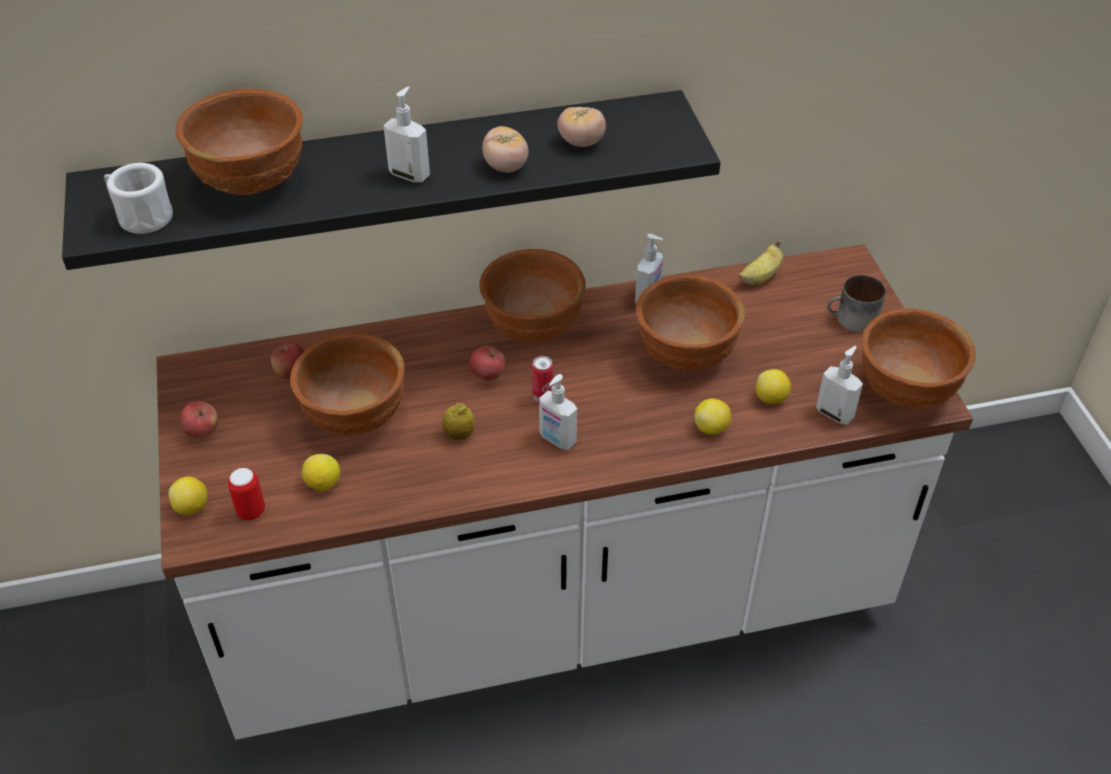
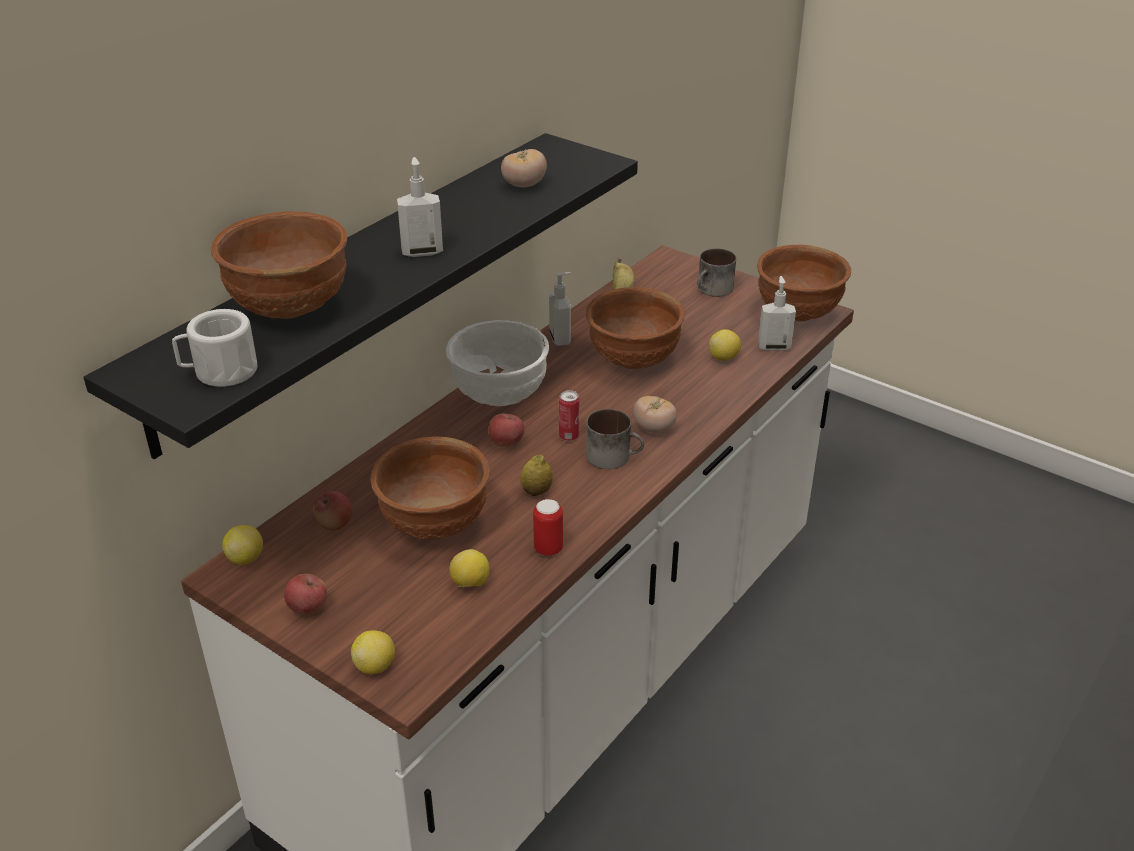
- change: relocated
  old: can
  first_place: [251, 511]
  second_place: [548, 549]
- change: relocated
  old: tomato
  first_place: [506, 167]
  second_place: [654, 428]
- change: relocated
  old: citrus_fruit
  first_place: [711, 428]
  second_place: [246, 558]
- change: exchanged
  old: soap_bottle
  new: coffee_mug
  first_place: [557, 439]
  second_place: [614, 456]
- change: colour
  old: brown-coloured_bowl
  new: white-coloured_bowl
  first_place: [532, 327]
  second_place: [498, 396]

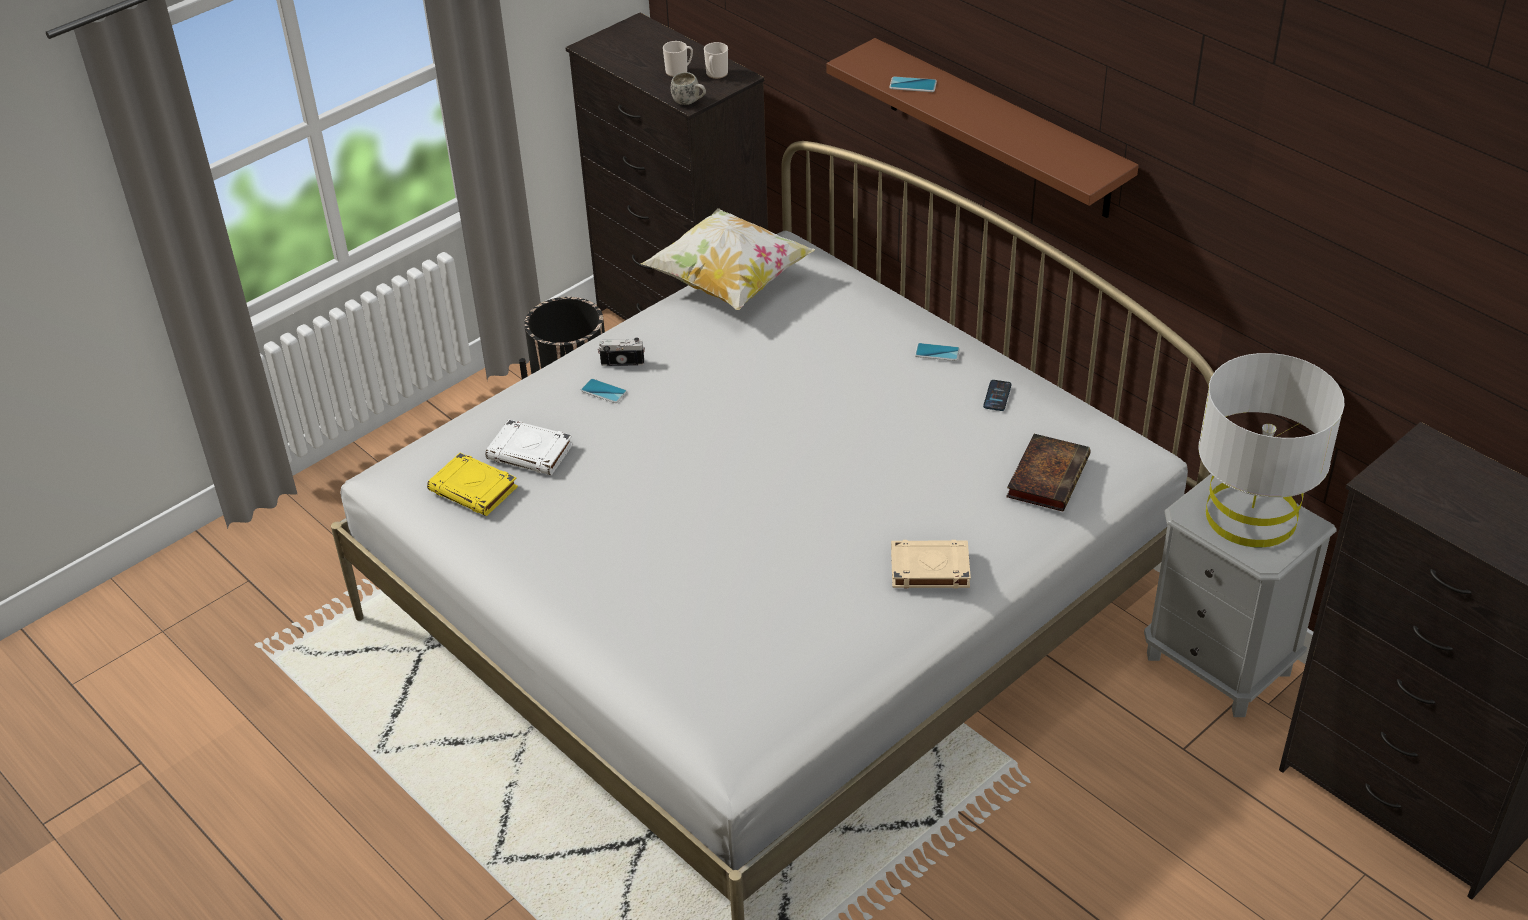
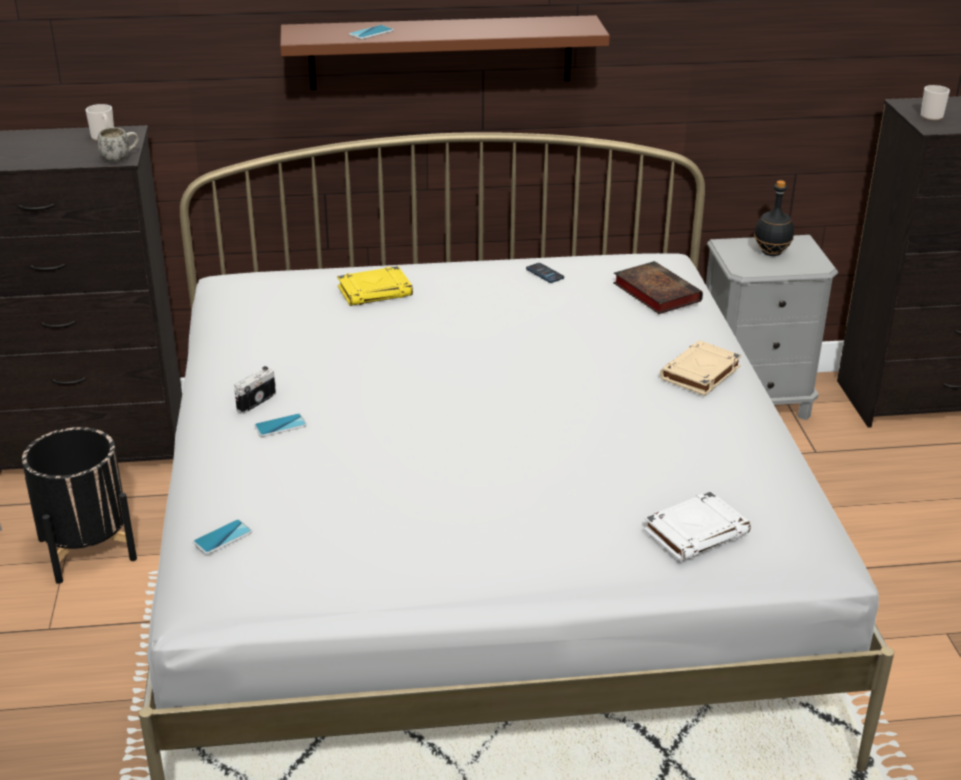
- change: missing
  old: pillow
  first_place: [729, 283]
- change: relocated
  old: yellow_book
  first_place: [474, 489]
  second_place: [375, 291]
- change: relocated
  old: white-coloured_book
  first_place: [531, 452]
  second_place: [696, 532]
- change: relocated
  old: coffee_mug
  first_place: [679, 71]
  second_place: [932, 115]
- change: relocated
  old: phone
  first_place: [937, 352]
  second_place: [222, 537]
- change: exchanged
  old: greyish_lamp_for_a_table
  new: blackish_bottle
  first_place: [1251, 516]
  second_place: [772, 253]

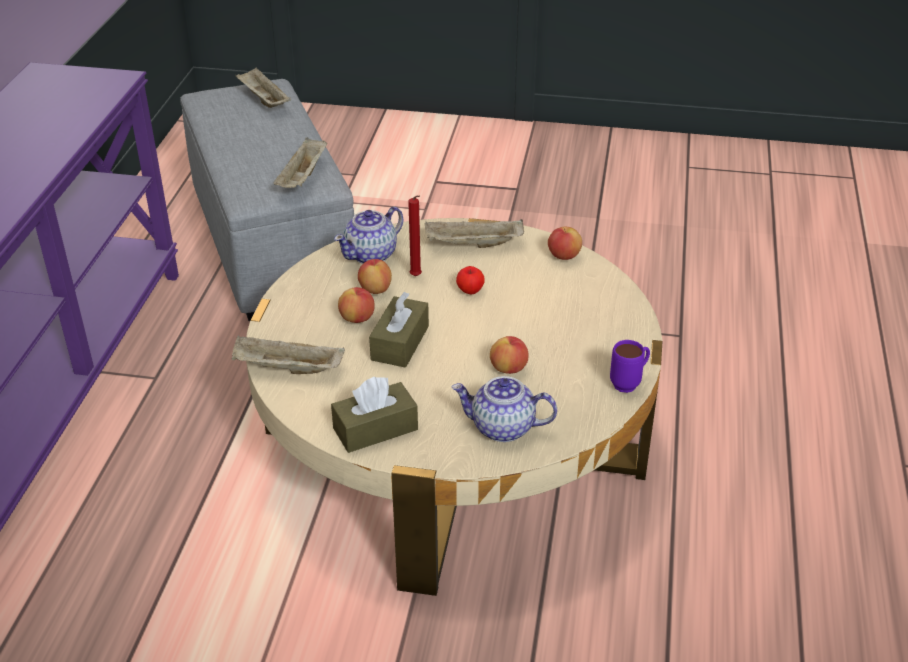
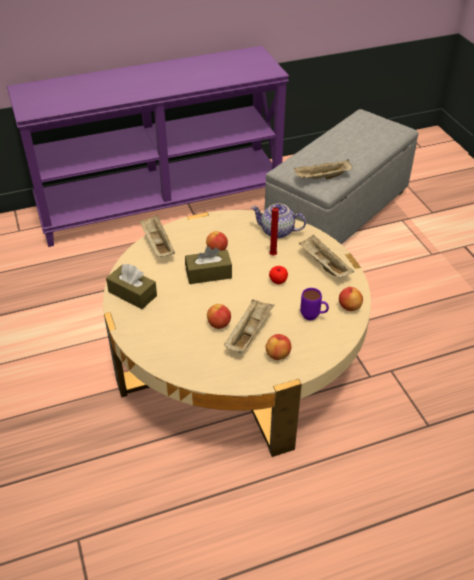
- change: missing
  old: teapot
  first_place: [502, 428]
- change: relocated
  old: beige-coloured_tray
  first_place: [263, 100]
  second_place: [249, 333]
- change: relocated
  old: whole_apple
  first_place: [375, 289]
  second_place: [278, 355]
- change: relocated
  old: purple_coffee_mug
  first_place: [629, 383]
  second_place: [313, 317]

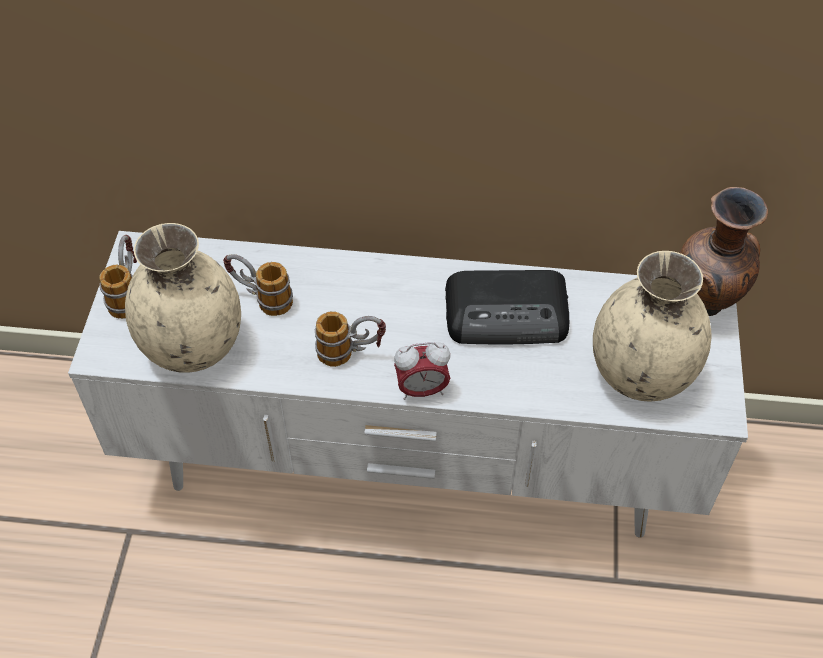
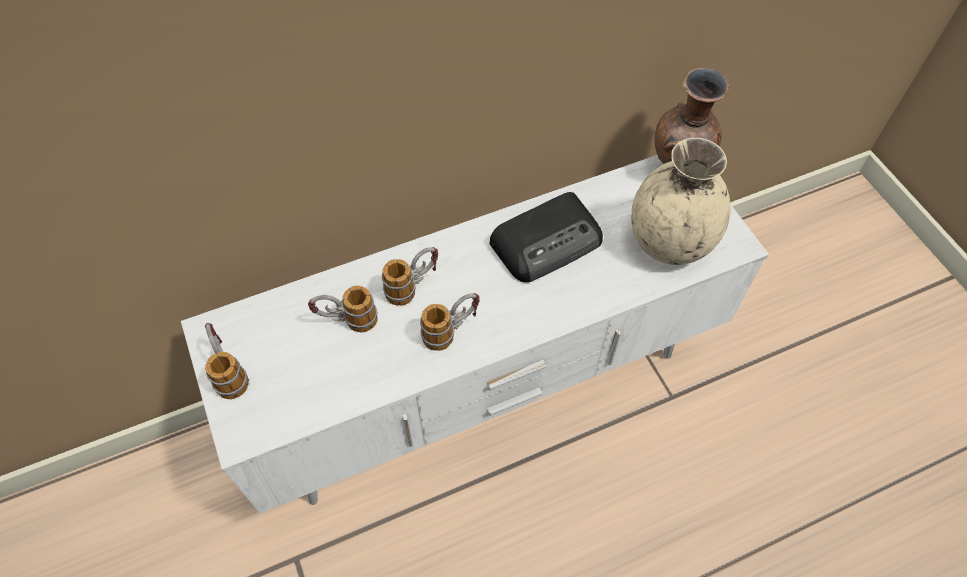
- change: missing
  old: beige-coloured_vase
  first_place: [192, 346]
- change: missing
  old: bedside_clock
  first_place: [422, 390]
- change: appeared
  new: coffee_mug
  second_place: [413, 286]

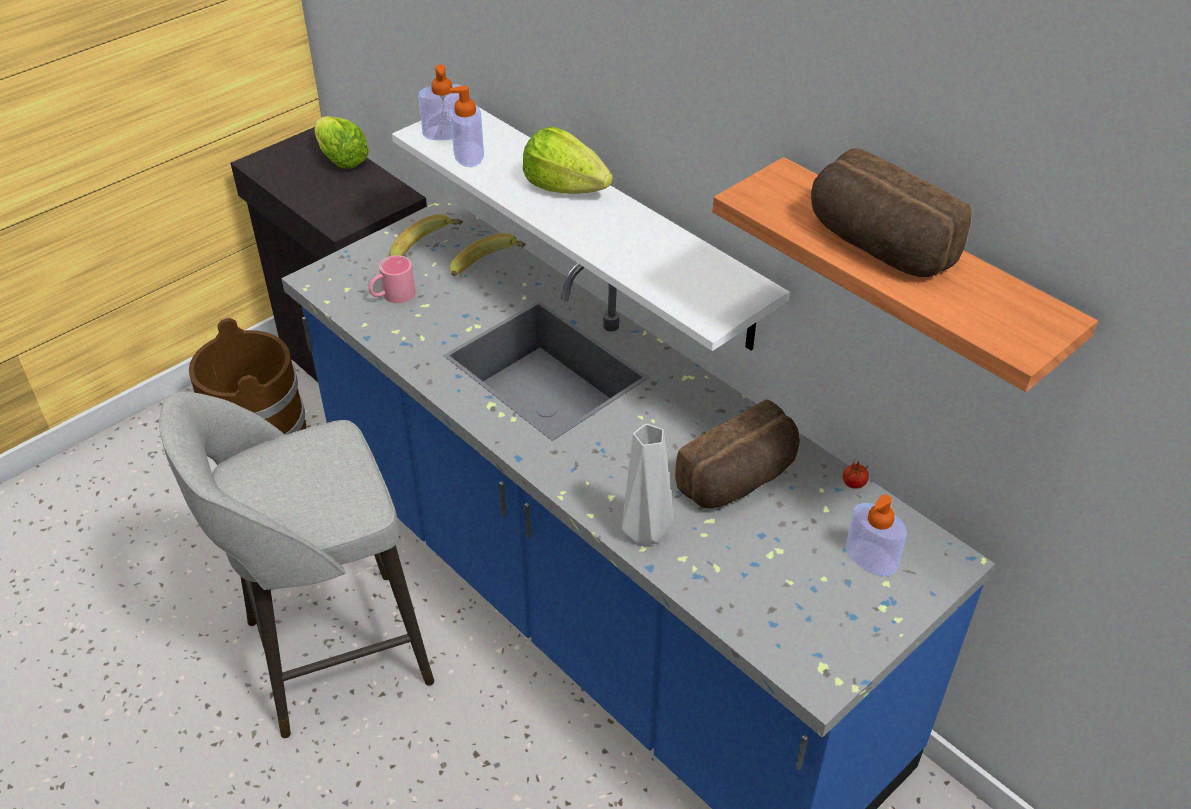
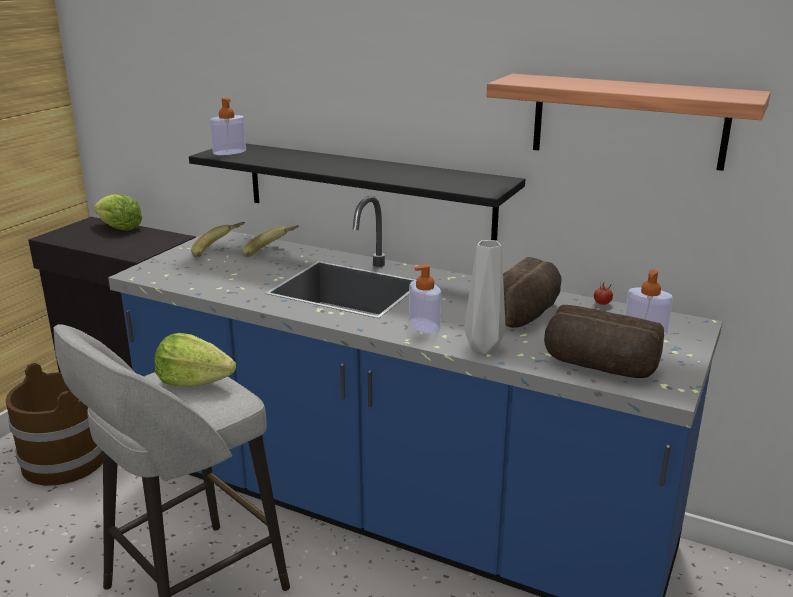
- change: missing
  old: pink_coffee_mug
  first_place: [392, 296]
- change: relocated
  old: soap_bottle
  first_place: [469, 155]
  second_place: [424, 325]
- change: relocated
  old: head_of_lettuce
  first_place: [565, 187]
  second_place: [194, 382]
- change: relocated
  old: baked_bread
  first_place: [877, 246]
  second_place: [599, 366]
- change: colour
  old: white-coloured_bracket_shelf
  new: blackish_bracket_shelf
  first_place: [612, 223]
  second_place: [367, 189]

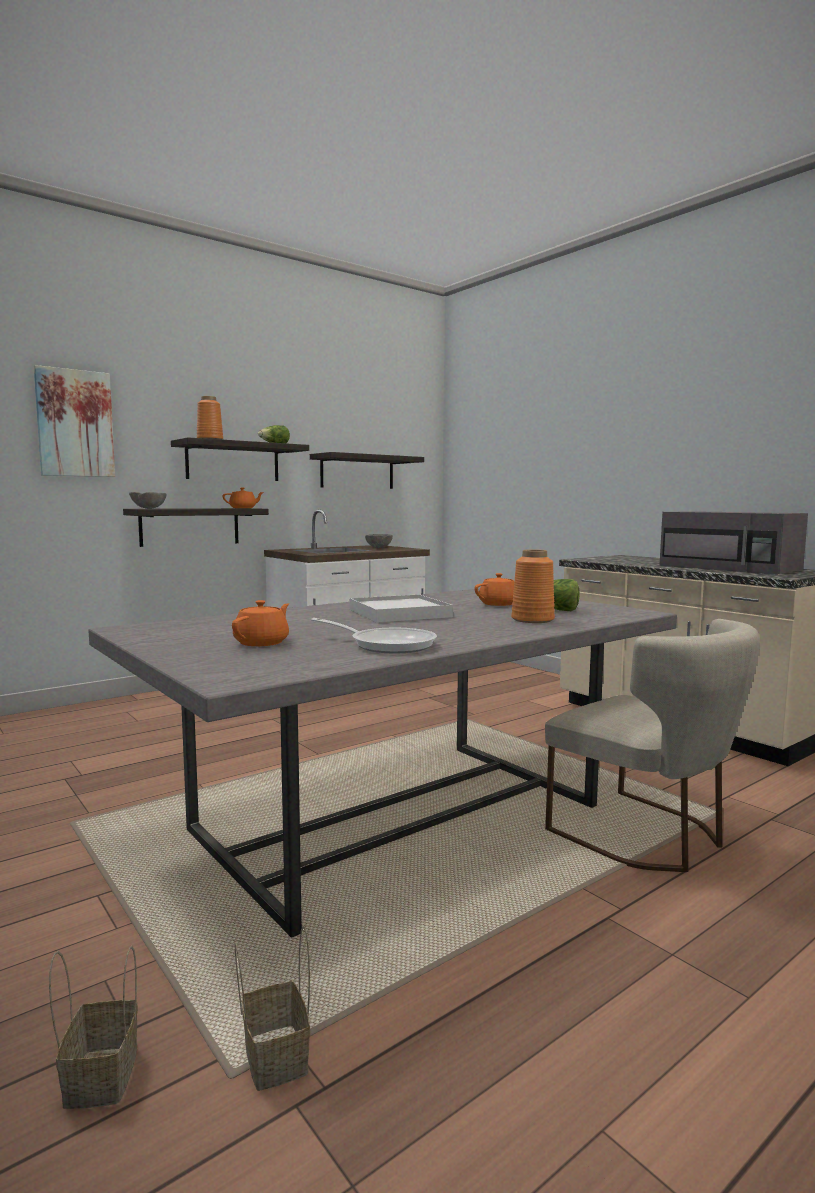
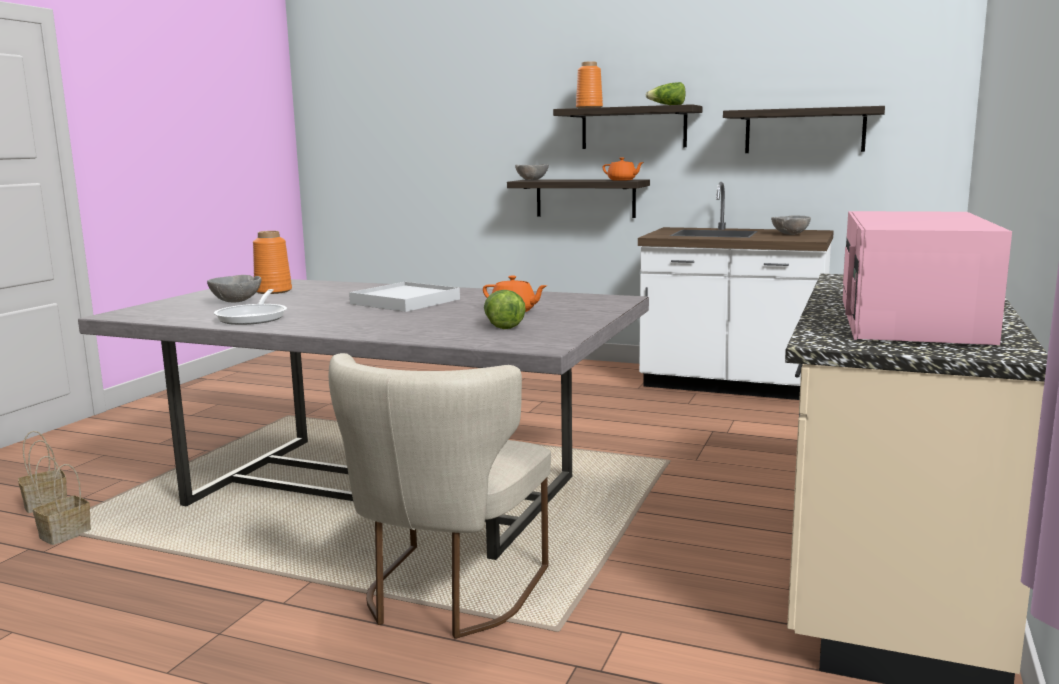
- change: missing
  old: wall_art
  first_place: [75, 423]
- change: relocated
  old: orange-coloured_vase
  first_place: [533, 620]
  second_place: [272, 291]
- change: exchanged
  old: orange-coloured_teapot
  new: greyish_bowl
  first_place: [262, 643]
  second_place: [237, 301]
- change: colour
  old: greyish_microwave
  new: pink_microwave
  first_place: [731, 568]
  second_place: [912, 320]

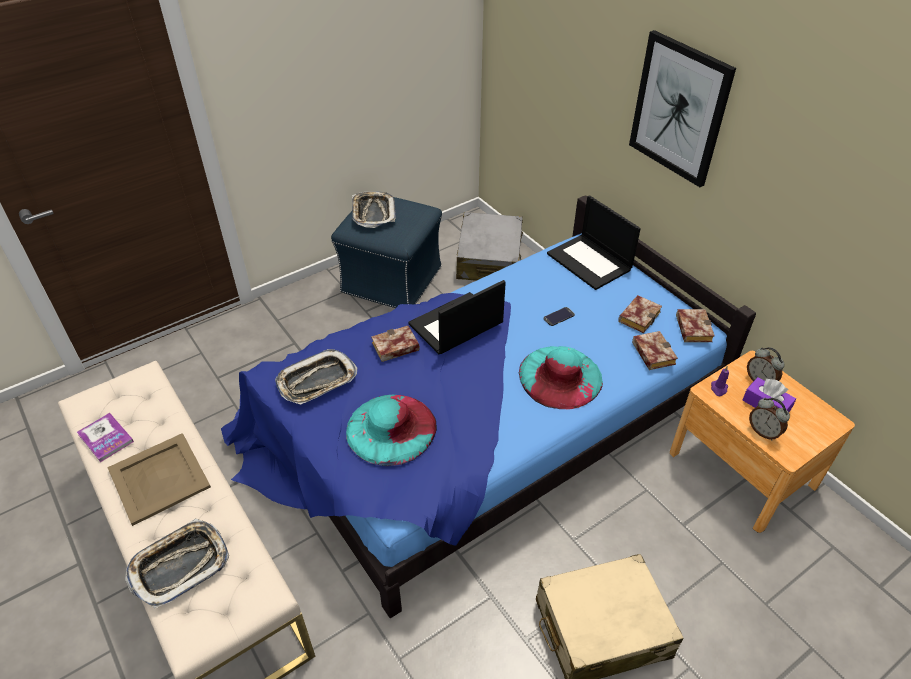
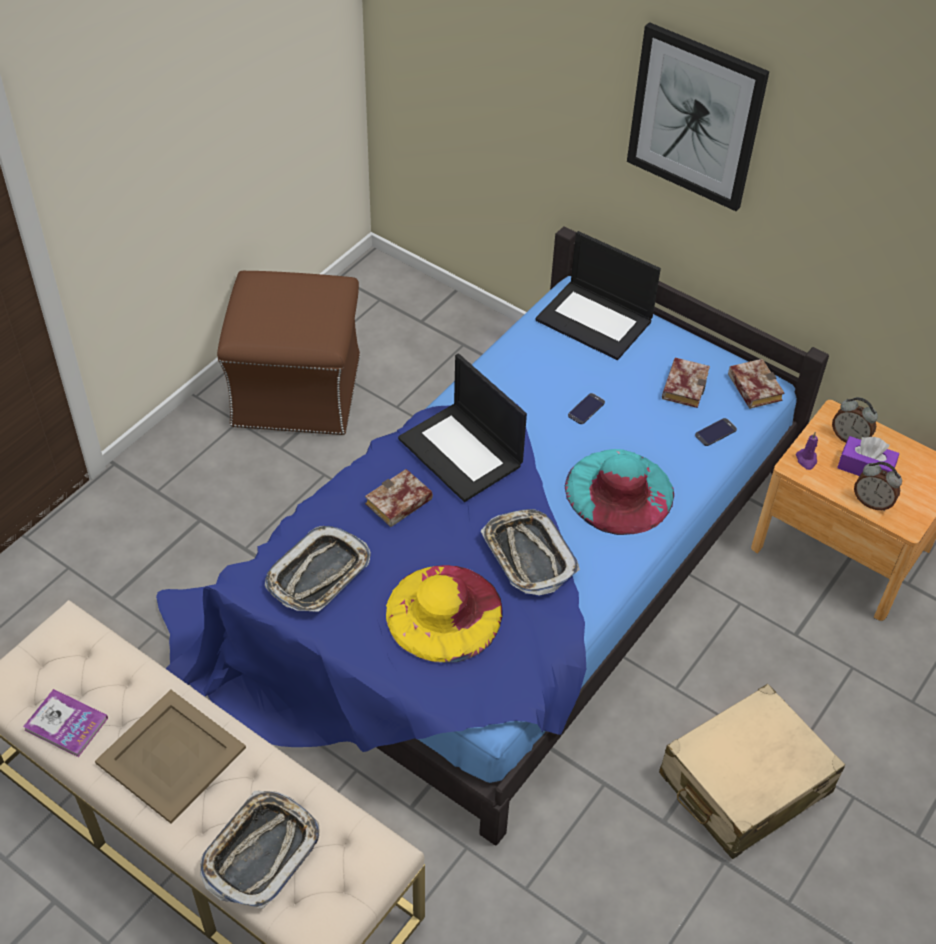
- change: missing
  old: greyish_travel_case
  first_place: [489, 259]
- change: relocated
  old: tray
  first_place: [373, 212]
  second_place: [528, 556]
- change: exchanged
  old: book
  new: phone
  first_place: [651, 353]
  second_place: [715, 432]
- change: colour
  old: blue-coloured_footrest
  new: brown-coloured_footrest
  first_place: [392, 280]
  second_place: [298, 391]
- change: colour
  old: turquoise_hat
  new: yellow_hat
  first_place: [391, 428]
  second_place: [444, 612]
- change: spun
  old: laptop
  first_place: [455, 325]
  second_place: [462, 452]
  degrees: -75

